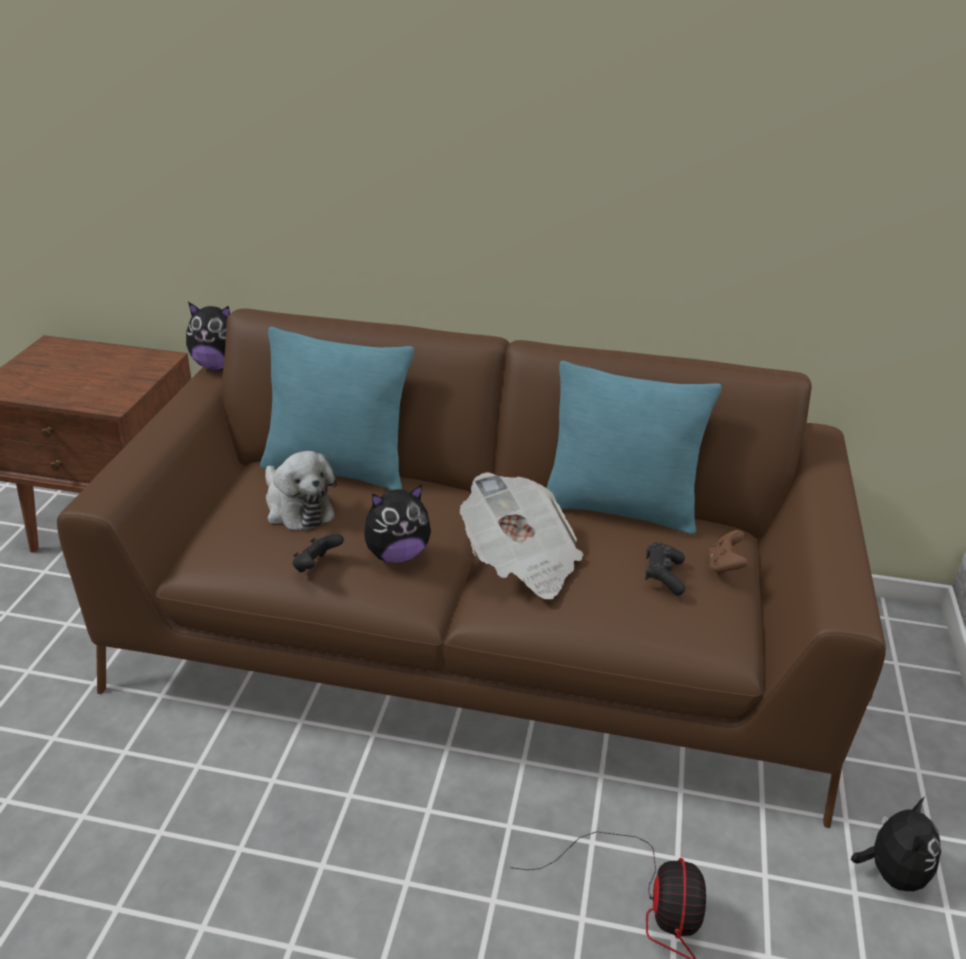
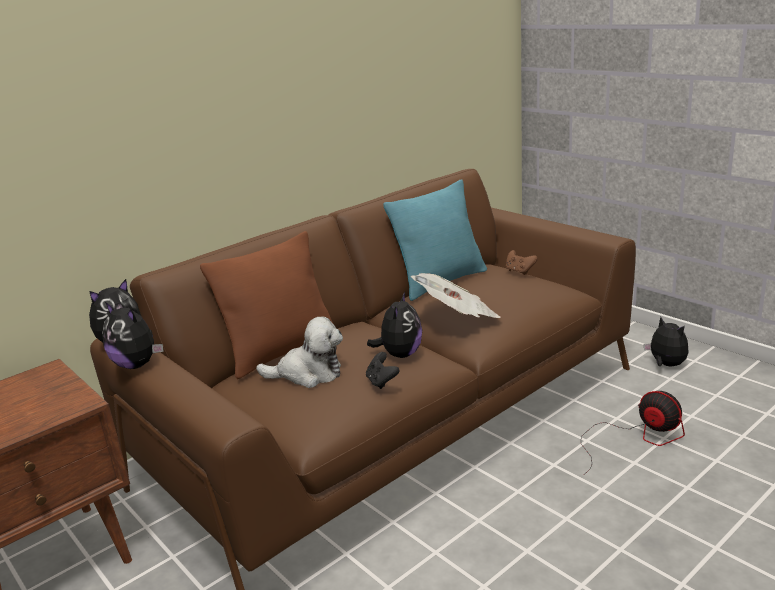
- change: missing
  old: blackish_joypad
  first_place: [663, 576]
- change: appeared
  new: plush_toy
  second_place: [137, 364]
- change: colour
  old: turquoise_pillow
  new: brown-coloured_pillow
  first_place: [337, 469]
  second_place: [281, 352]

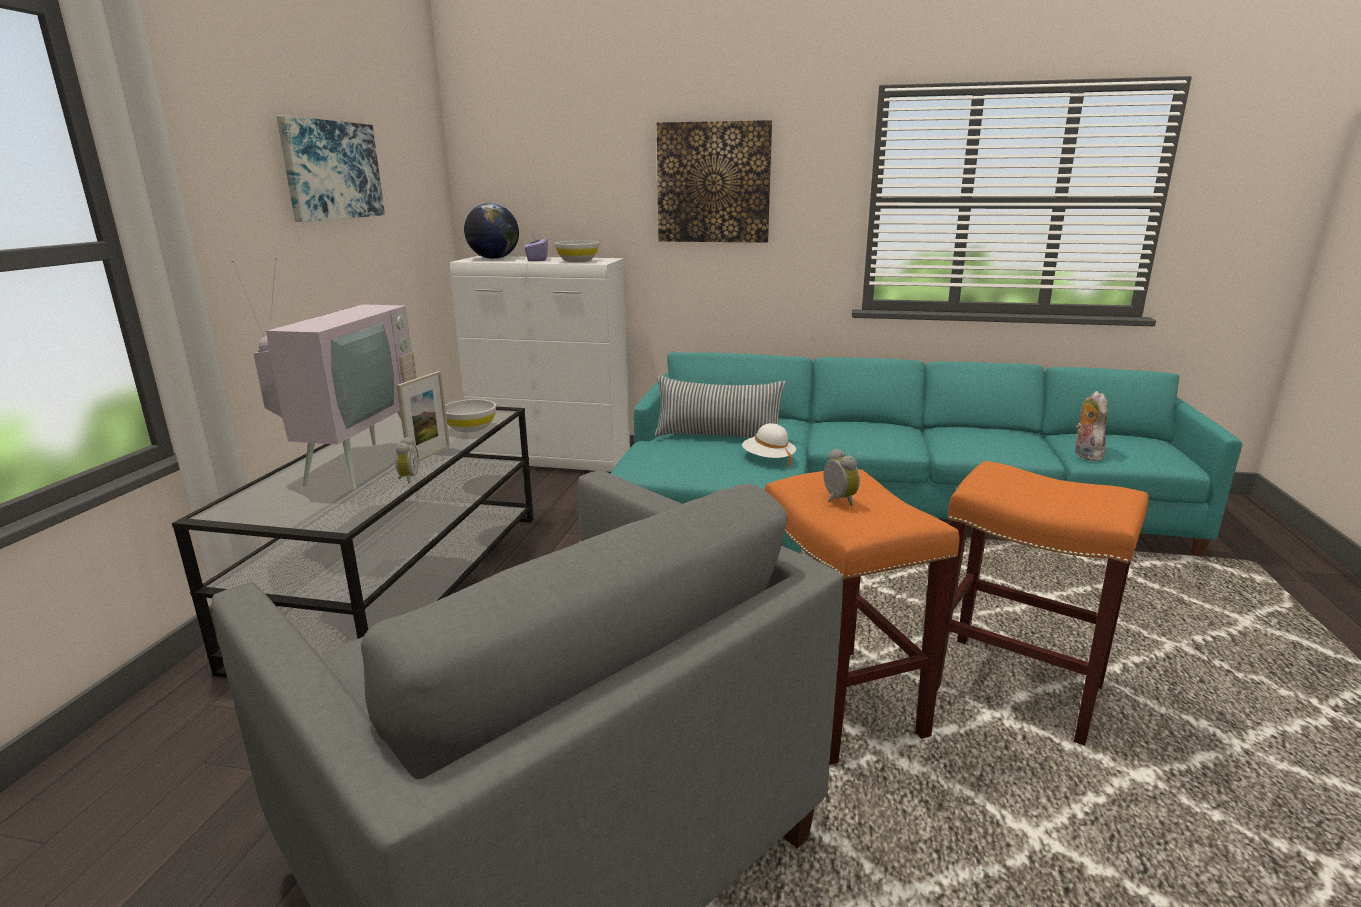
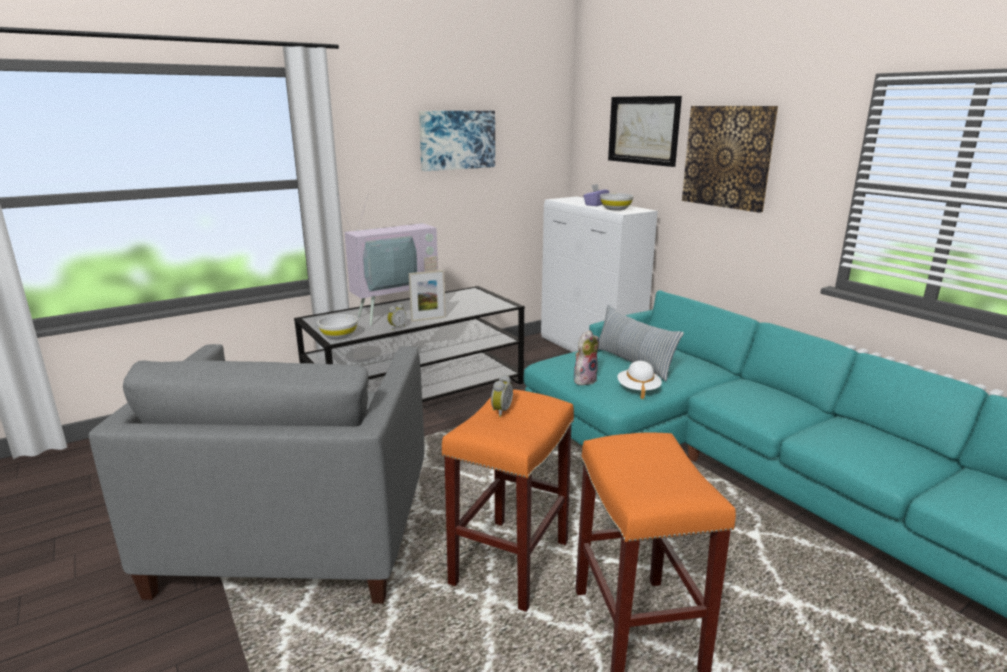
- change: missing
  old: desk_globe
  first_place: [494, 258]
- change: appeared
  new: wall_art
  second_place: [643, 130]
- change: relocated
  old: white-coloured_bowl
  first_place: [471, 428]
  second_place: [339, 335]
- change: relocated
  old: plush_toy
  first_place: [1084, 455]
  second_place: [584, 379]

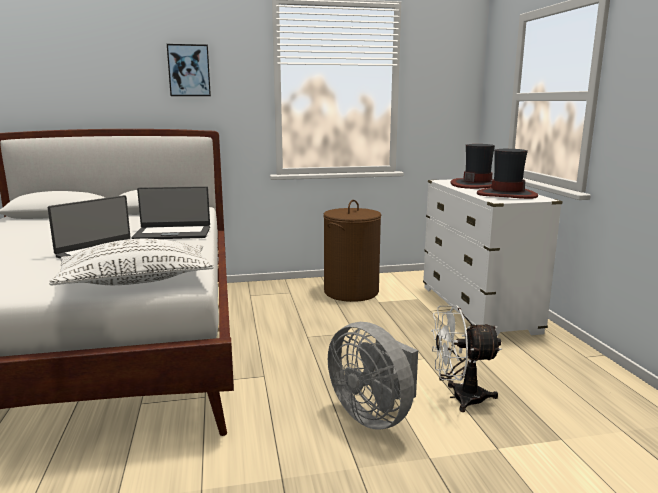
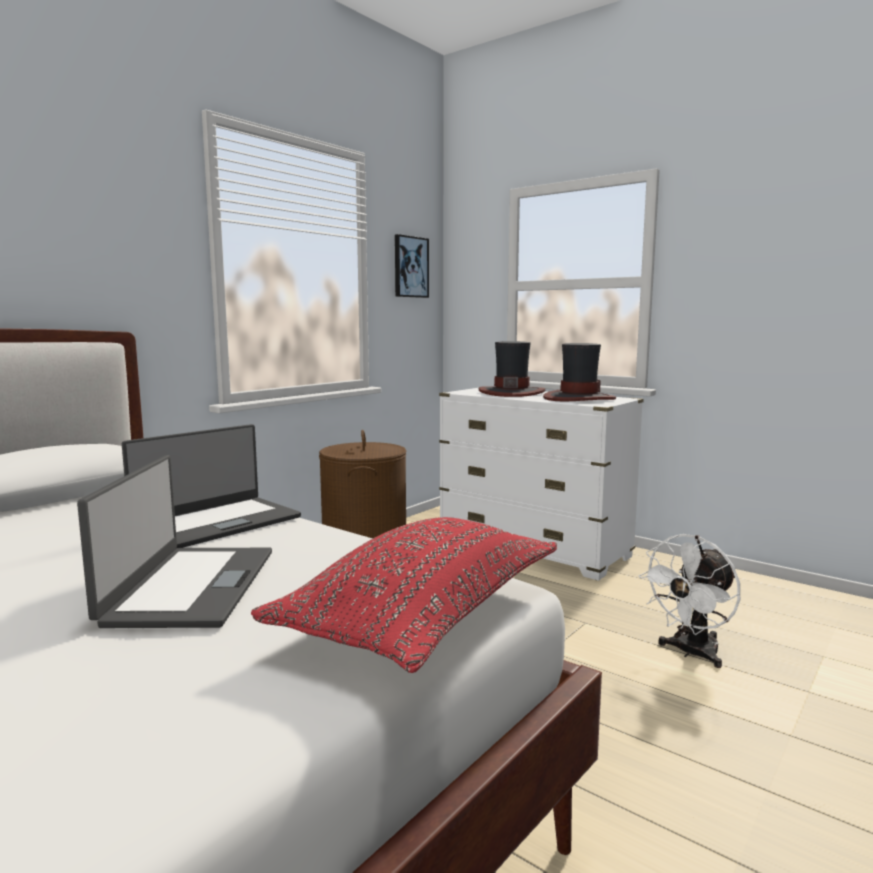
- change: missing
  old: greyish_fan
  first_place: [374, 415]
- change: relocated
  old: wall_art
  first_place: [189, 70]
  second_place: [410, 267]
- change: colour
  old: white-coloured_pillow
  new: reddish_pillow
  first_place: [137, 281]
  second_place: [424, 615]

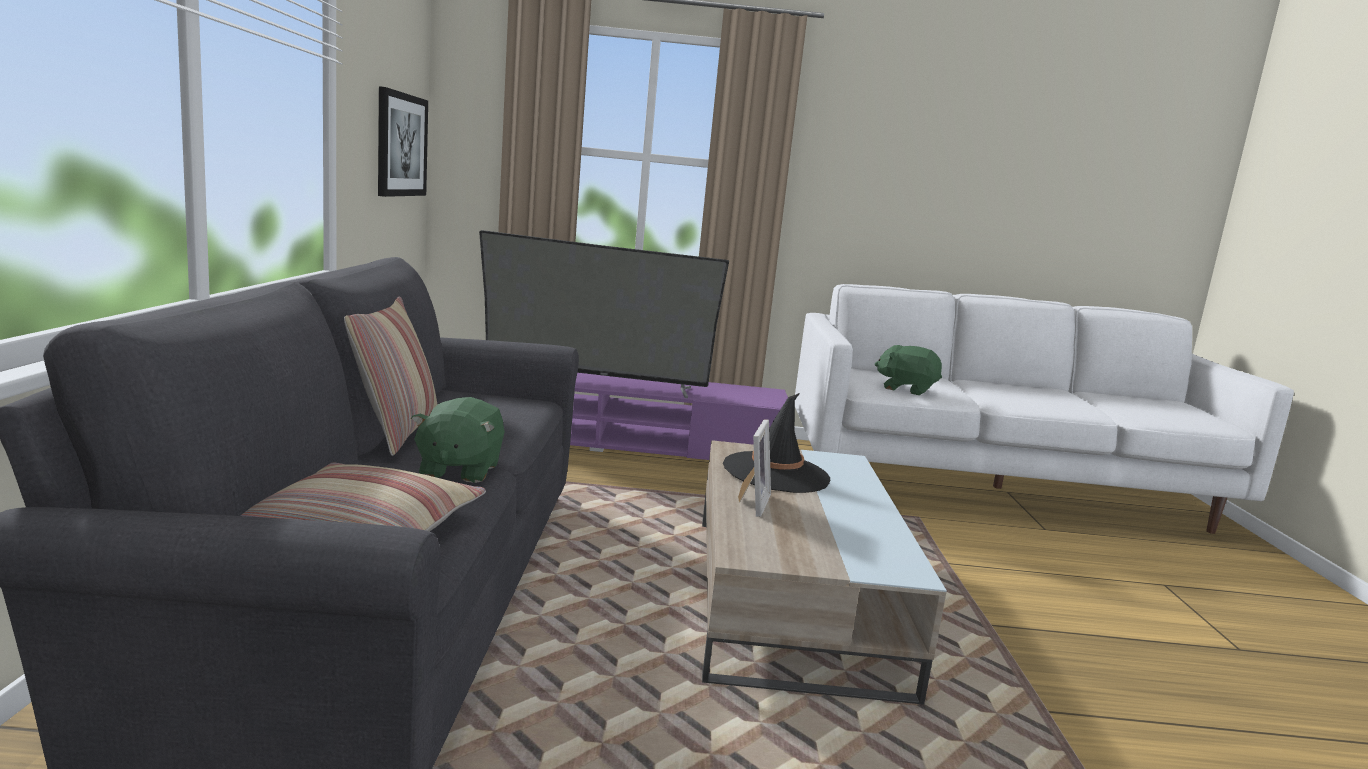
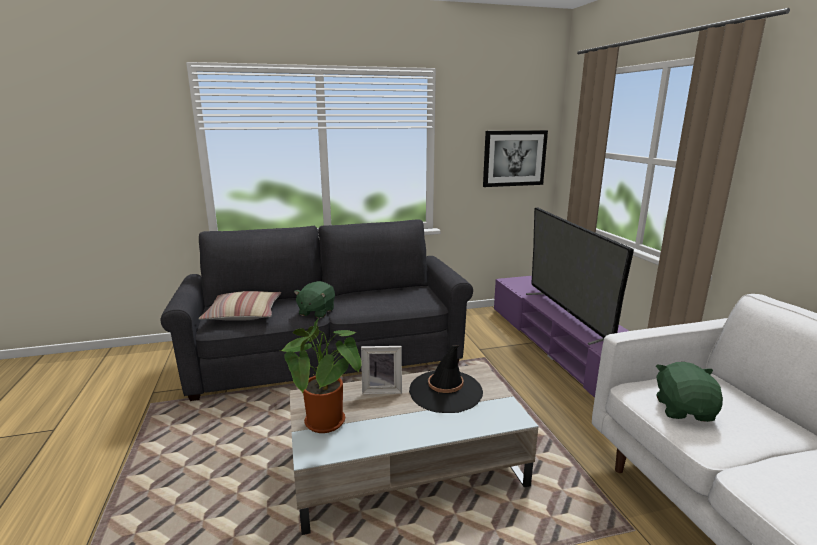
- change: missing
  old: pillow
  first_place: [397, 432]
- change: appeared
  new: houseplant
  second_place: [328, 424]
- change: spun
  old: green-coloured_plush_toy
  first_place: [459, 470]
  second_place: [316, 312]
  degrees: -60

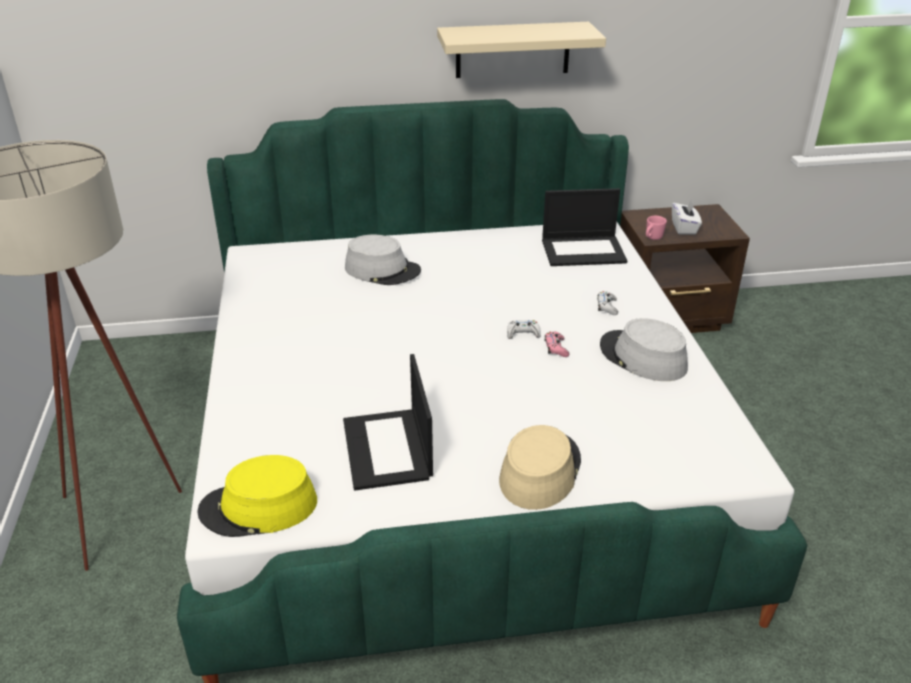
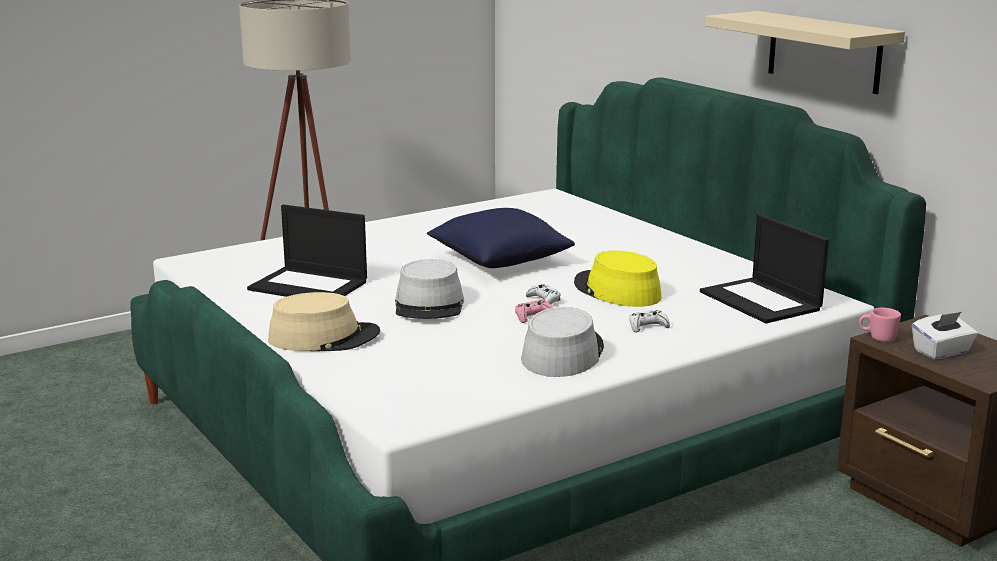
- change: appeared
  new: blue-coloured_pillow
  second_place: [499, 261]
- change: relocated
  old: yellow_hat
  first_place: [259, 507]
  second_place: [616, 291]
- change: relocated
  old: greyish_hat
  first_place: [382, 270]
  second_place: [429, 305]
- change: spun
  old: laptop
  first_place: [388, 450]
  second_place: [310, 285]
  degrees: -120

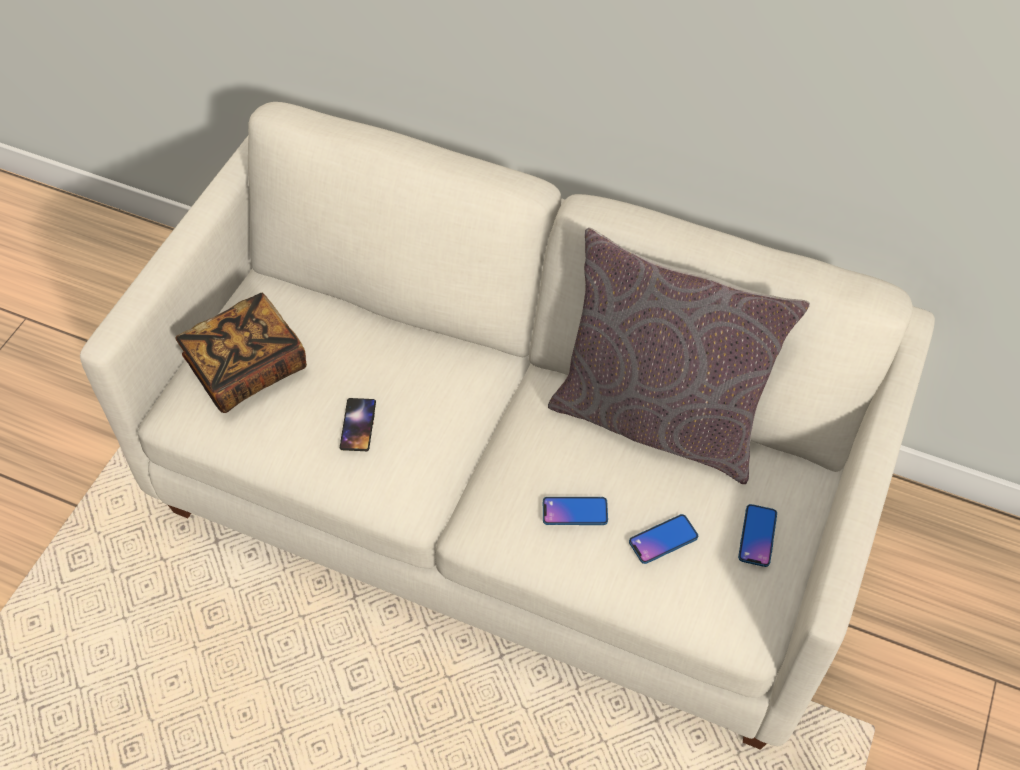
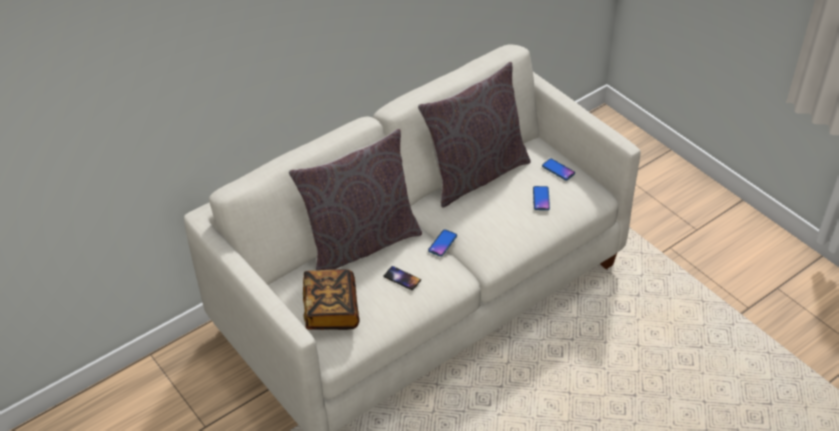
- change: appeared
  new: greyish_pillow
  second_place: [361, 243]
- change: relocated
  old: phone
  first_place: [575, 511]
  second_place: [442, 243]

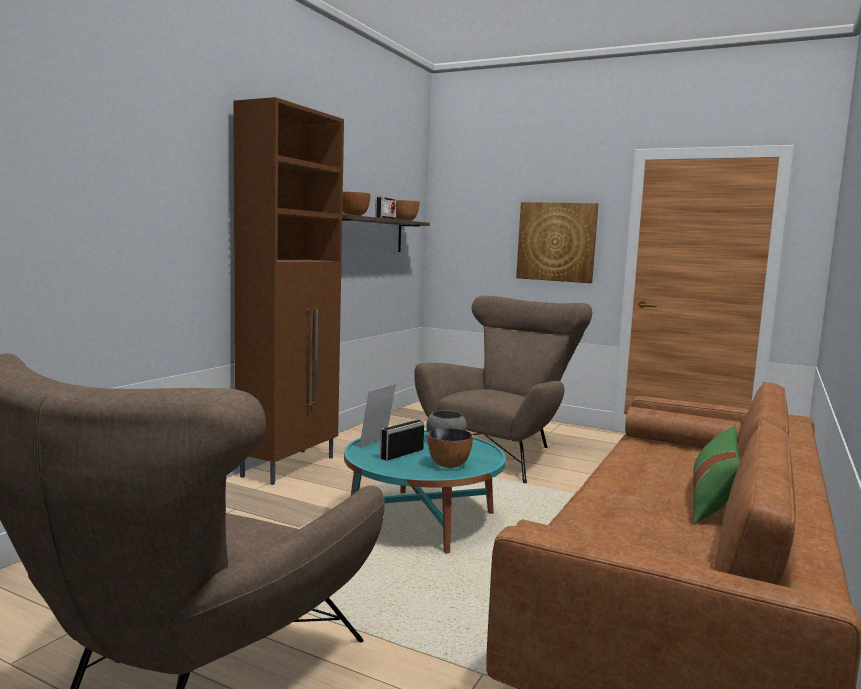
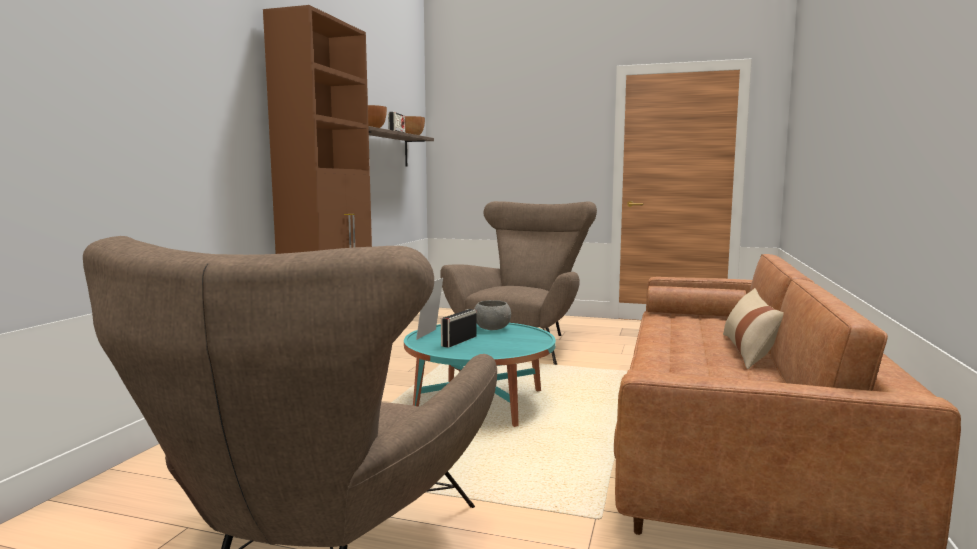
- change: missing
  old: bowl
  first_place: [449, 465]
- change: missing
  old: wall_art
  first_place: [556, 242]
- change: colour
  old: green-coloured_pillow
  new: beige-coloured_pillow
  first_place: [713, 500]
  second_place: [749, 351]

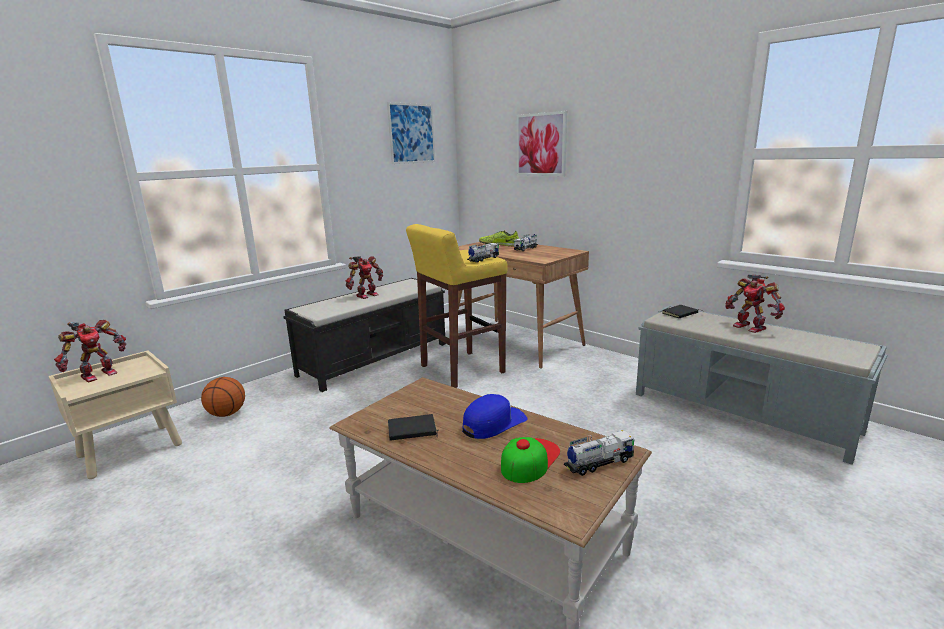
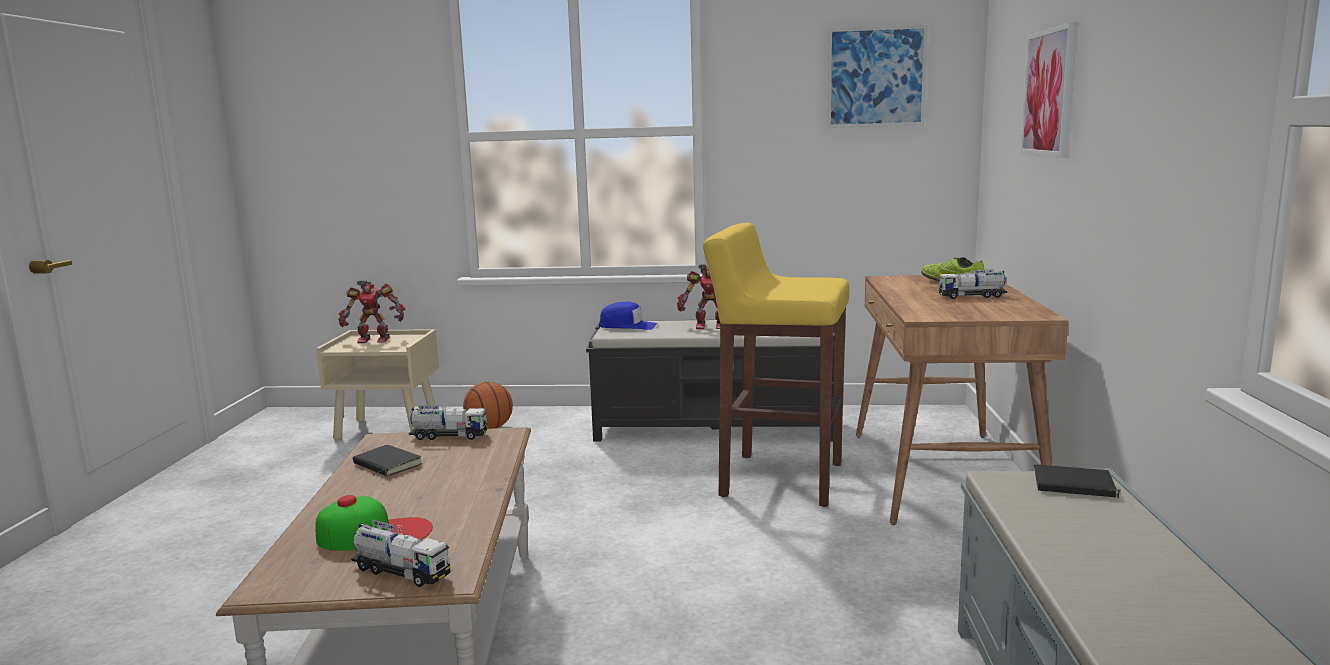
- change: missing
  old: model_robot
  first_place: [750, 327]
- change: relocated
  old: blue-coloured_baseball_cap
  first_place: [493, 423]
  second_place: [628, 326]
- change: relocated
  old: model_truck
  first_place: [483, 259]
  second_place: [449, 436]

